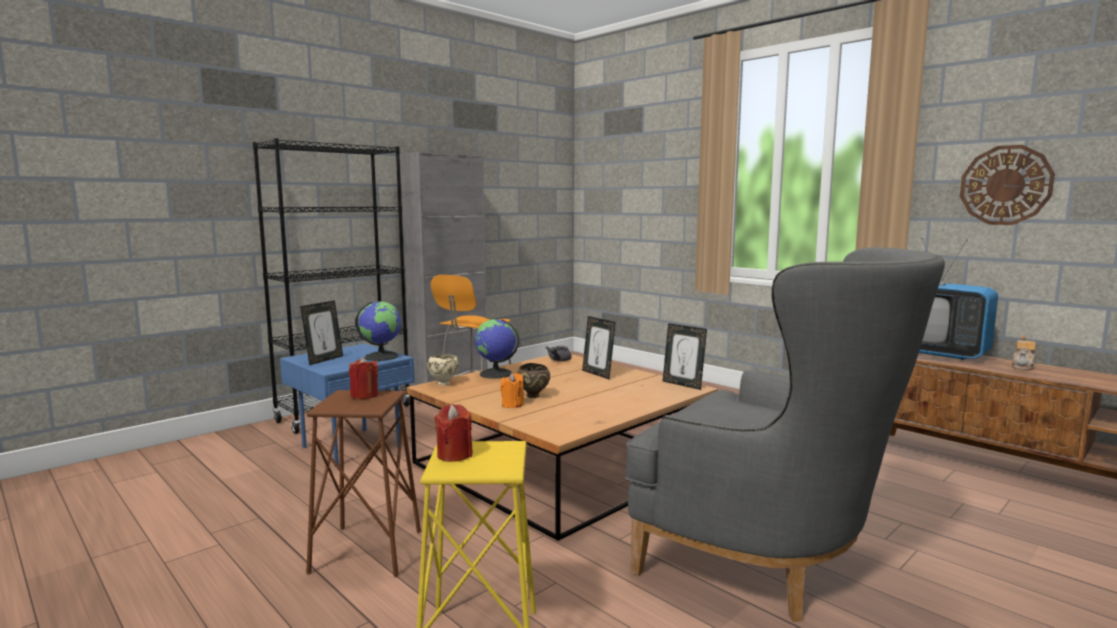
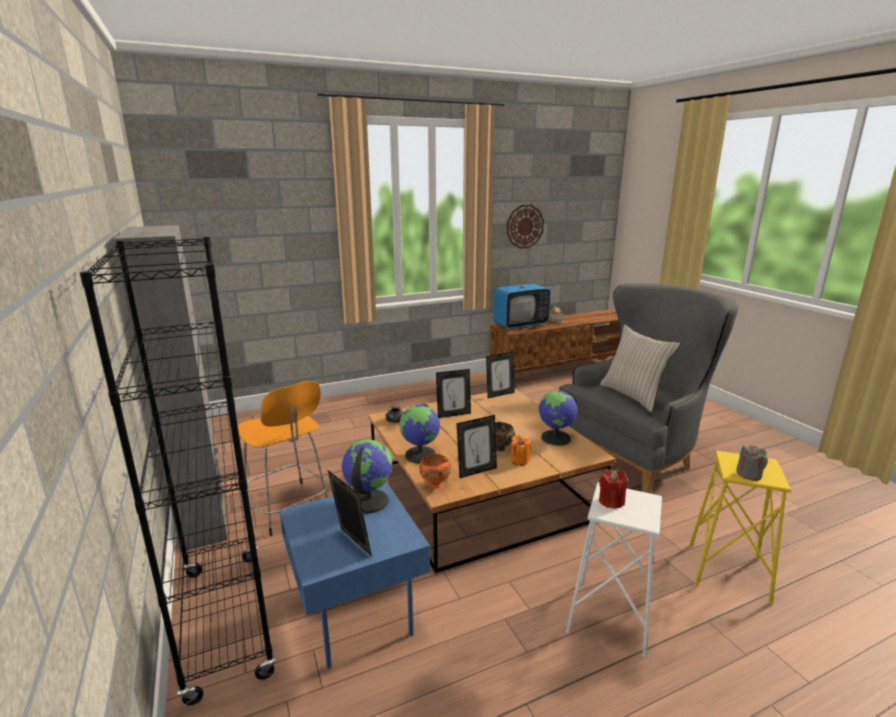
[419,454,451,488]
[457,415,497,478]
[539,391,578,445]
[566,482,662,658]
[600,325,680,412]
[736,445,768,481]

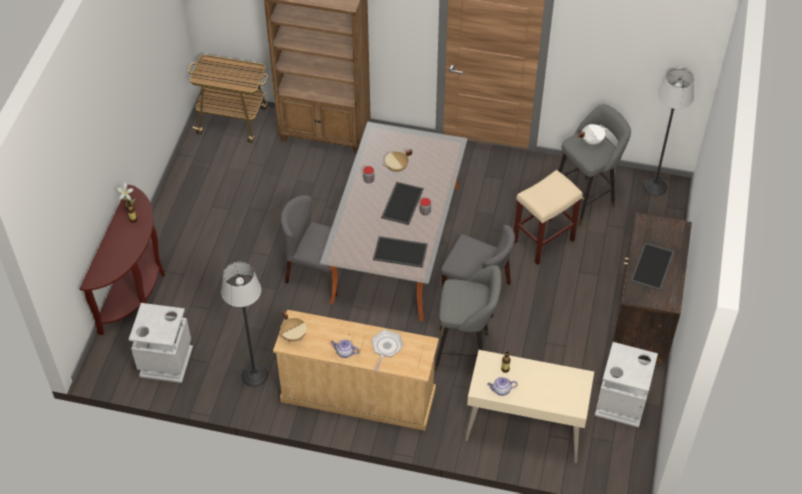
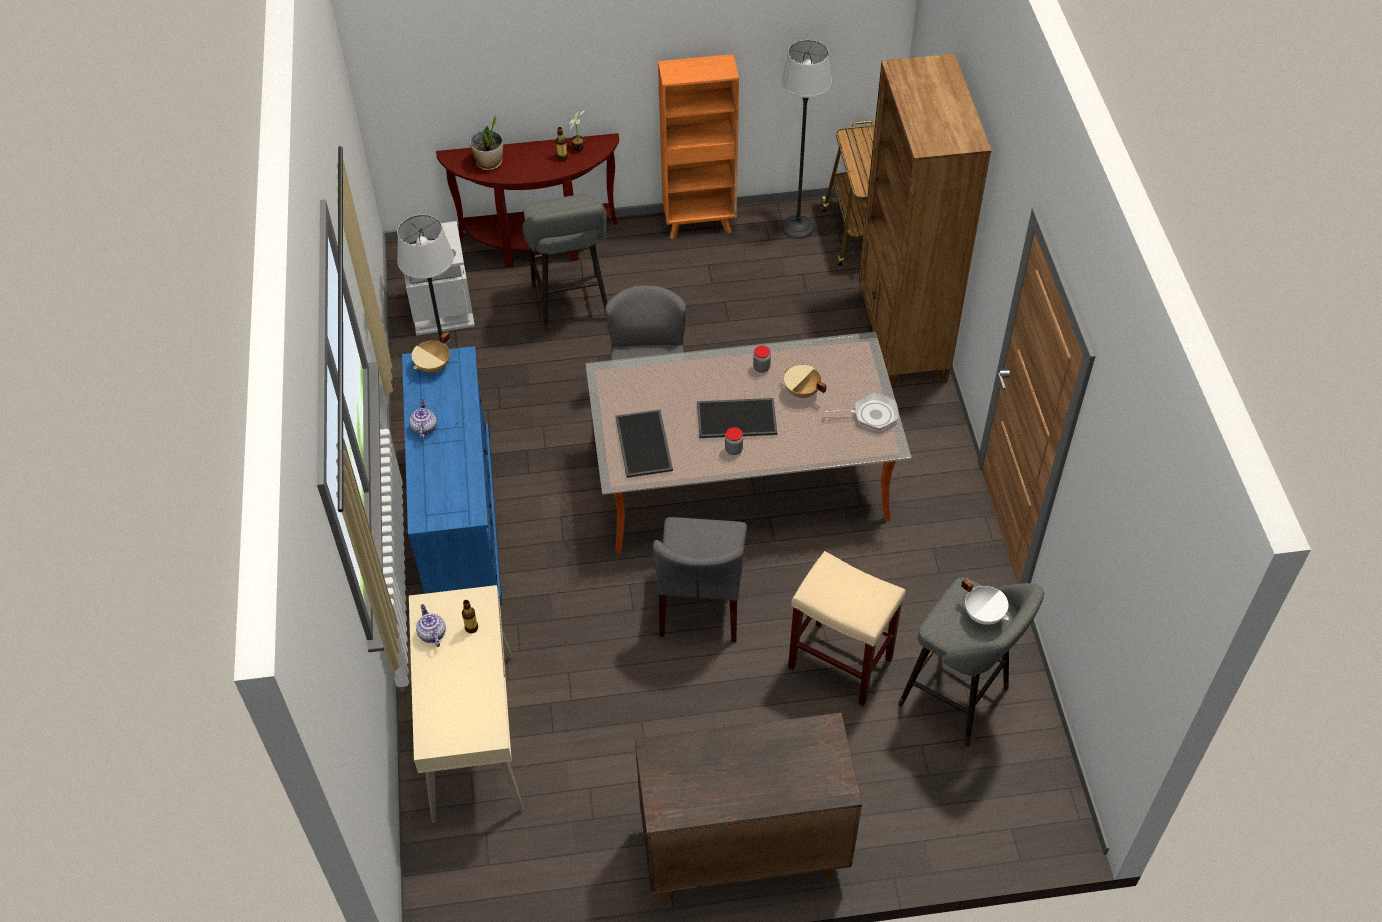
[402,346,502,605]
[470,114,503,170]
[523,194,607,332]
[658,54,739,239]
[781,40,832,239]
[824,392,899,430]
[595,342,658,428] (first image)
[631,243,674,291] (first image)

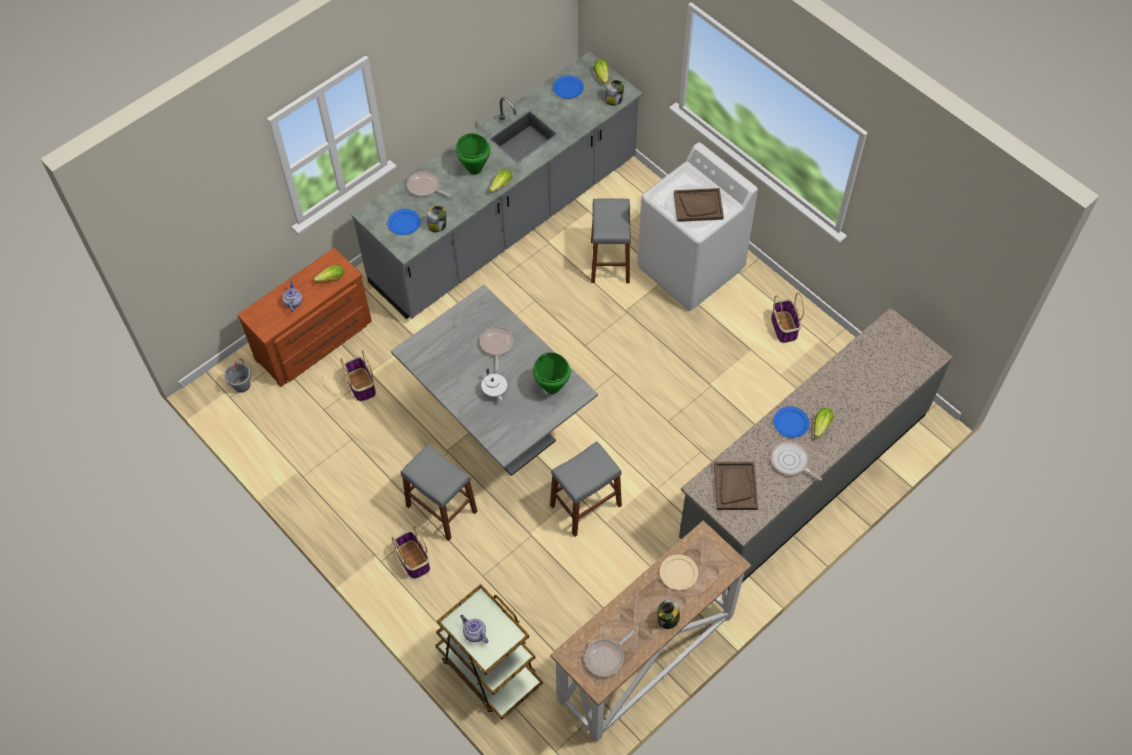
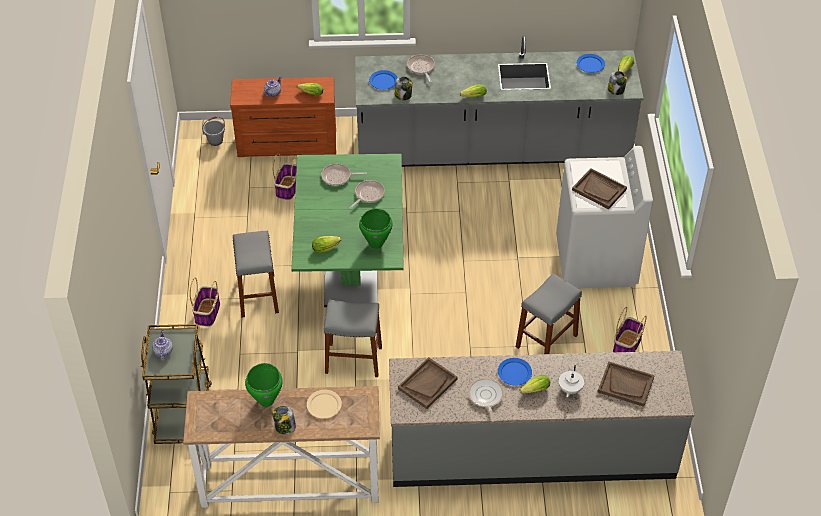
[245,363,283,407]
[291,154,404,307]
[312,236,341,253]
[321,164,367,186]
[516,273,582,354]
[559,365,584,397]
[598,361,655,407]

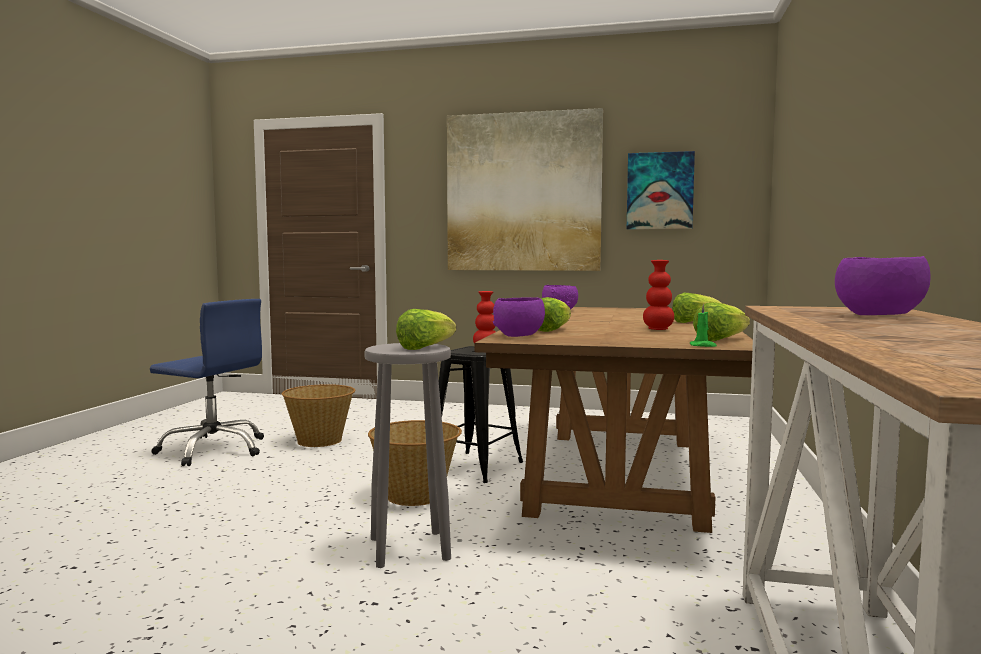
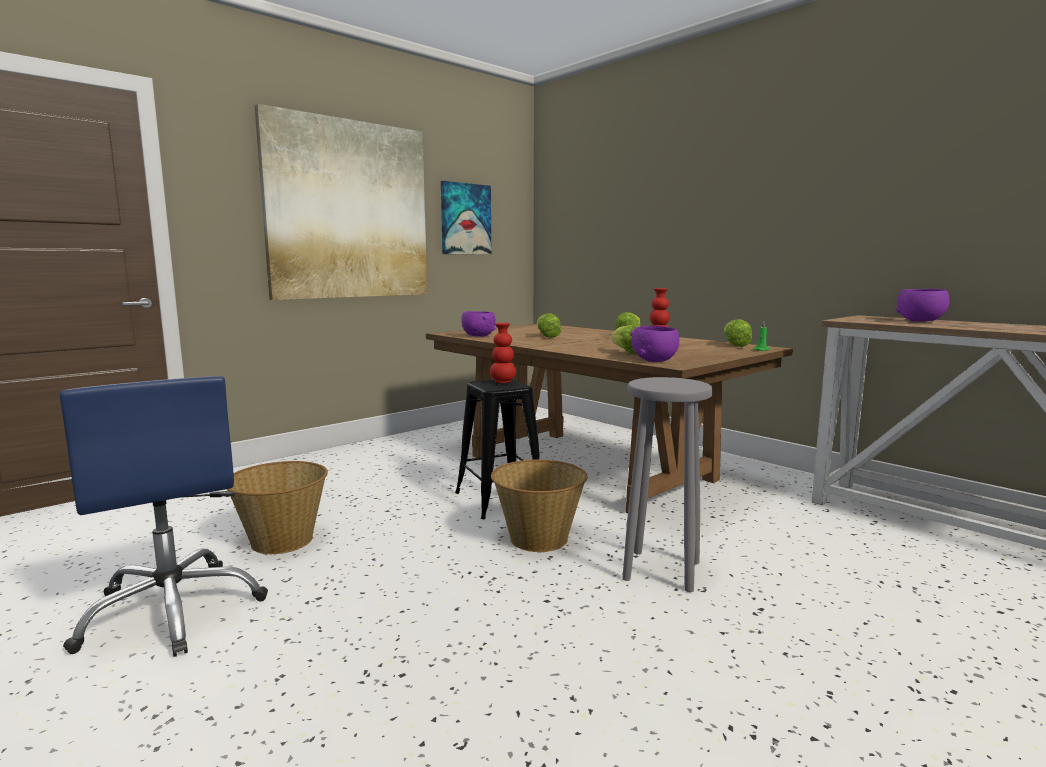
[60,376,268,657]
[537,313,561,338]

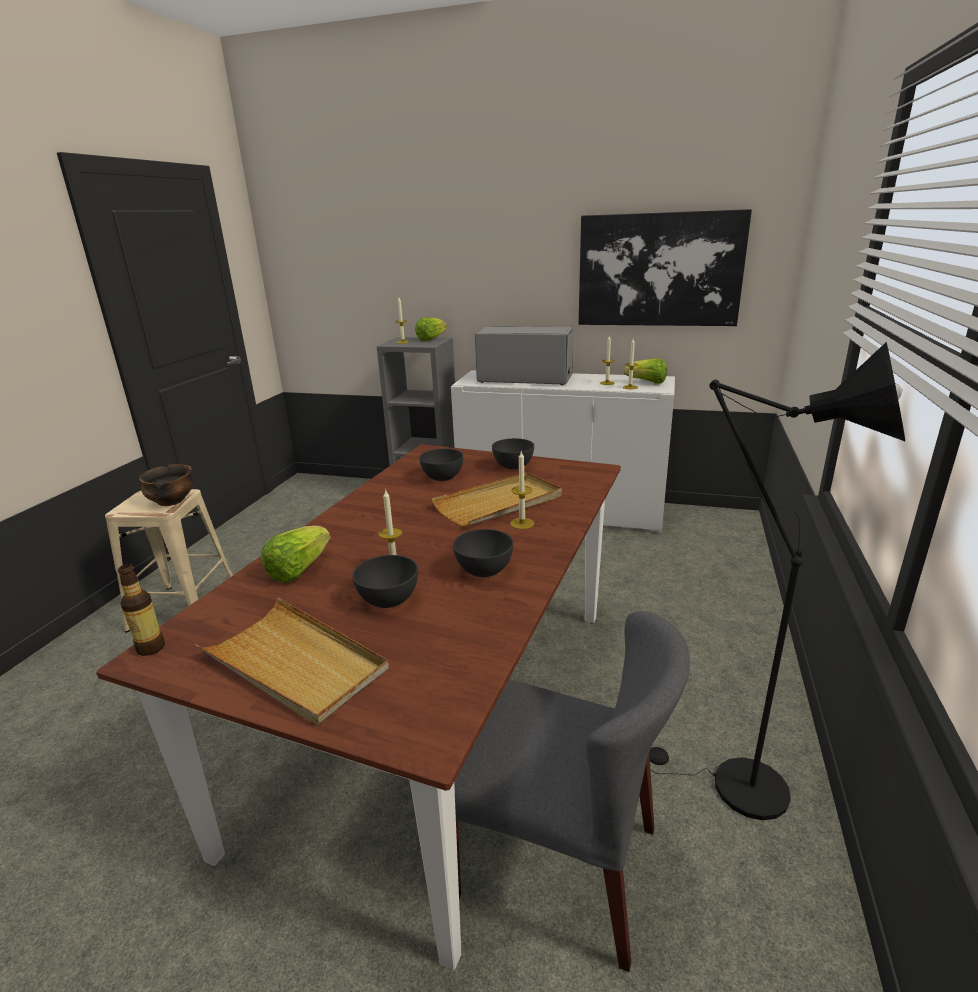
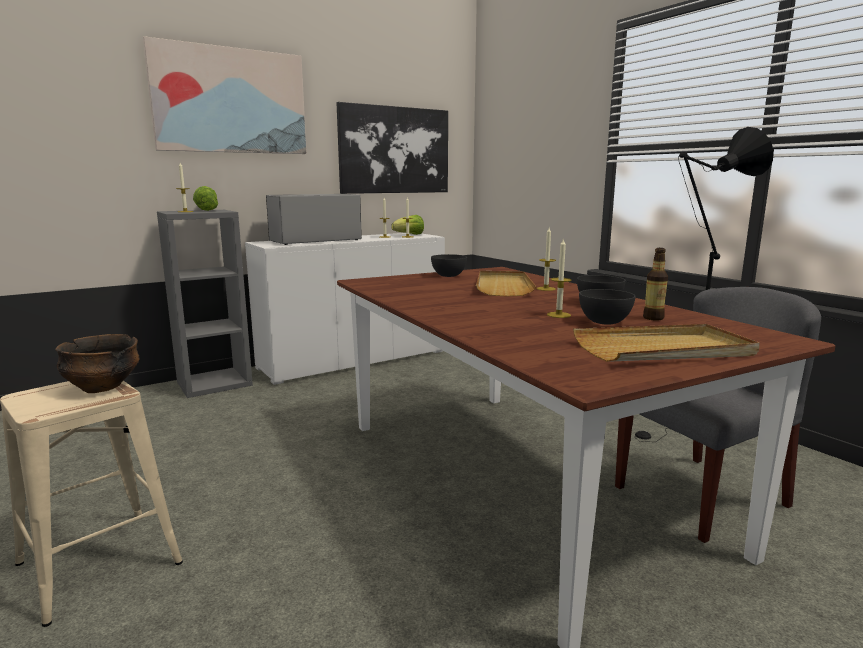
[143,36,307,154]
[643,248,668,321]
[261,526,330,583] (first image)
[419,449,463,481] (first image)

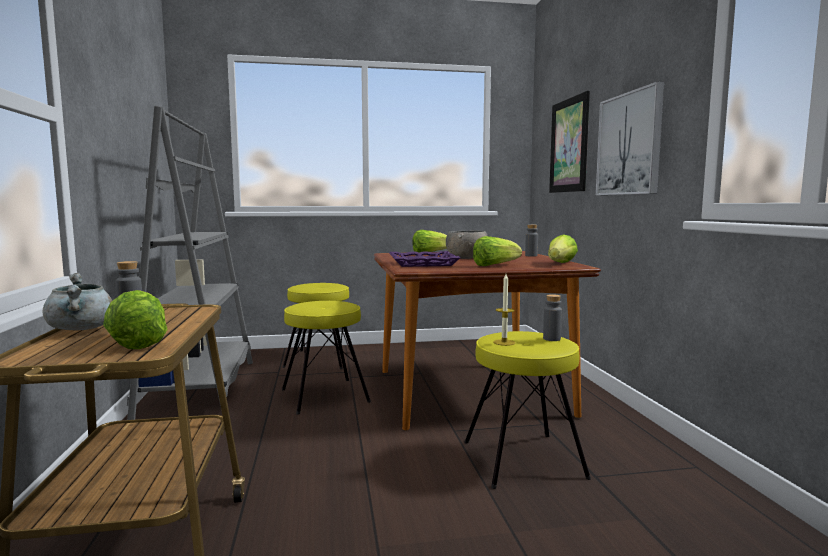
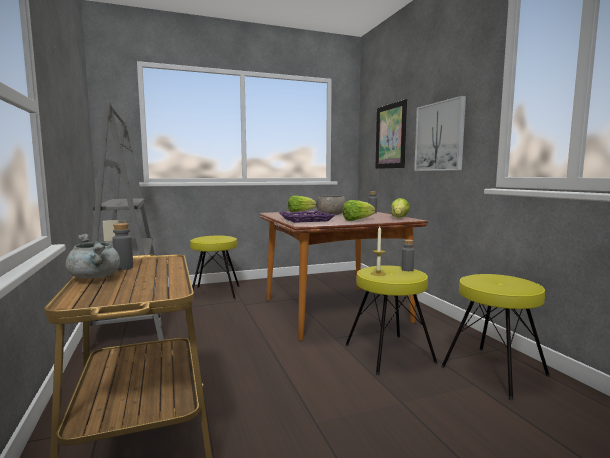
[441,274,550,400]
[103,290,168,349] (first image)

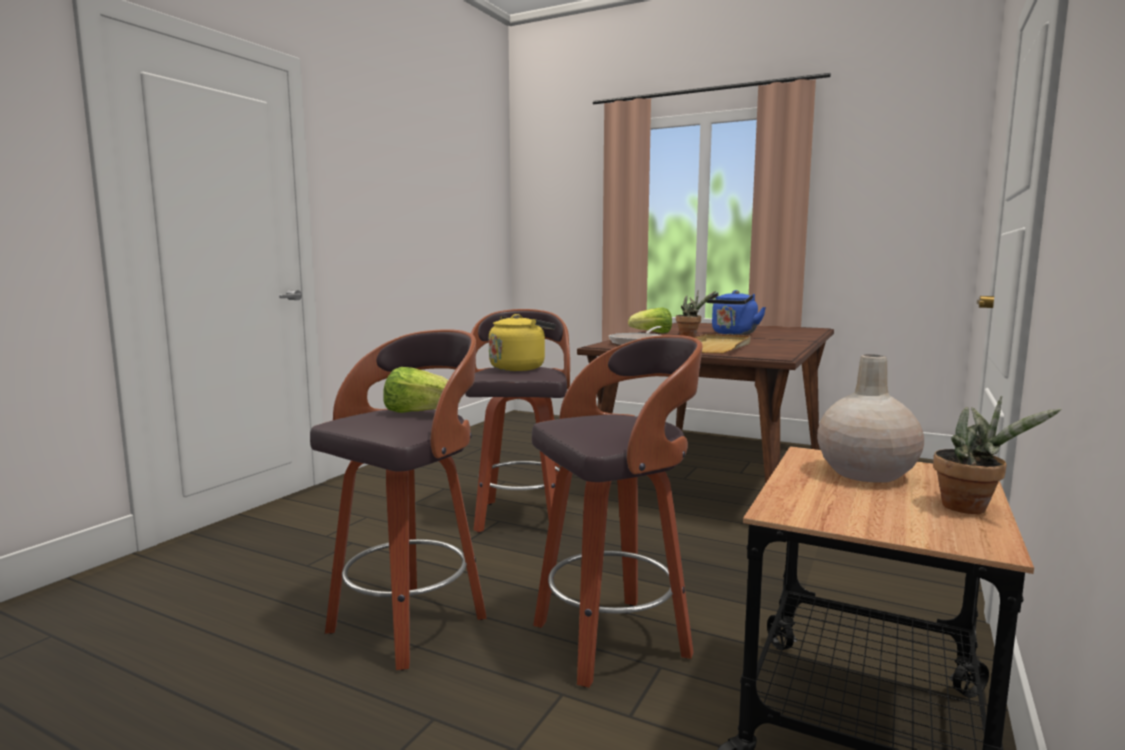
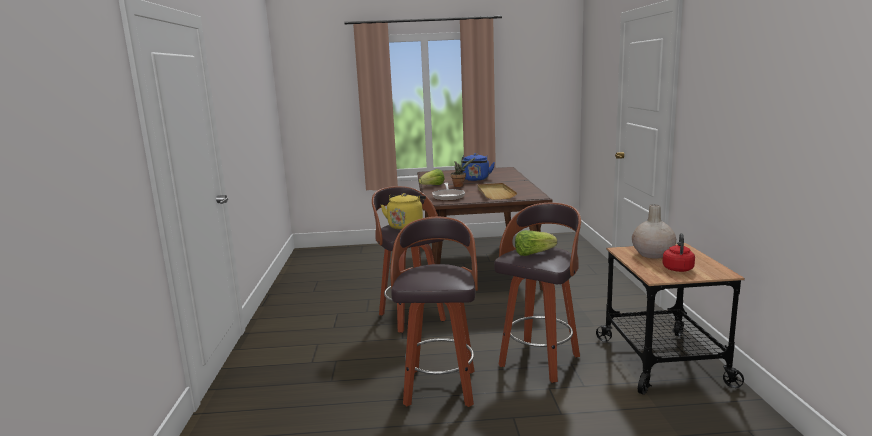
[515,230,557,256]
[663,233,695,272]
[933,396,1062,514] (first image)

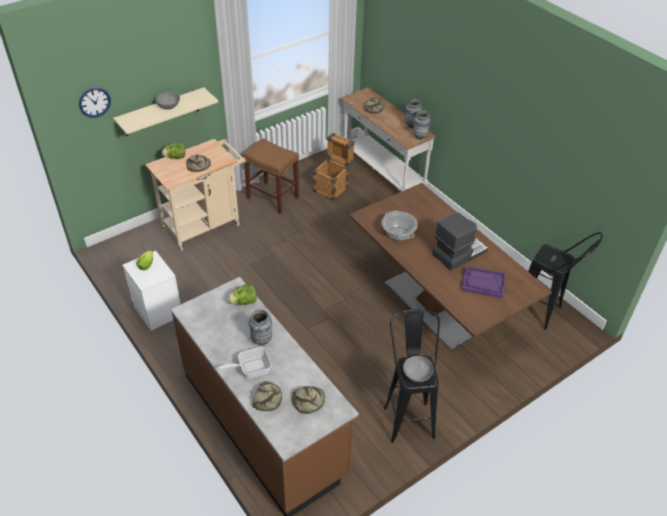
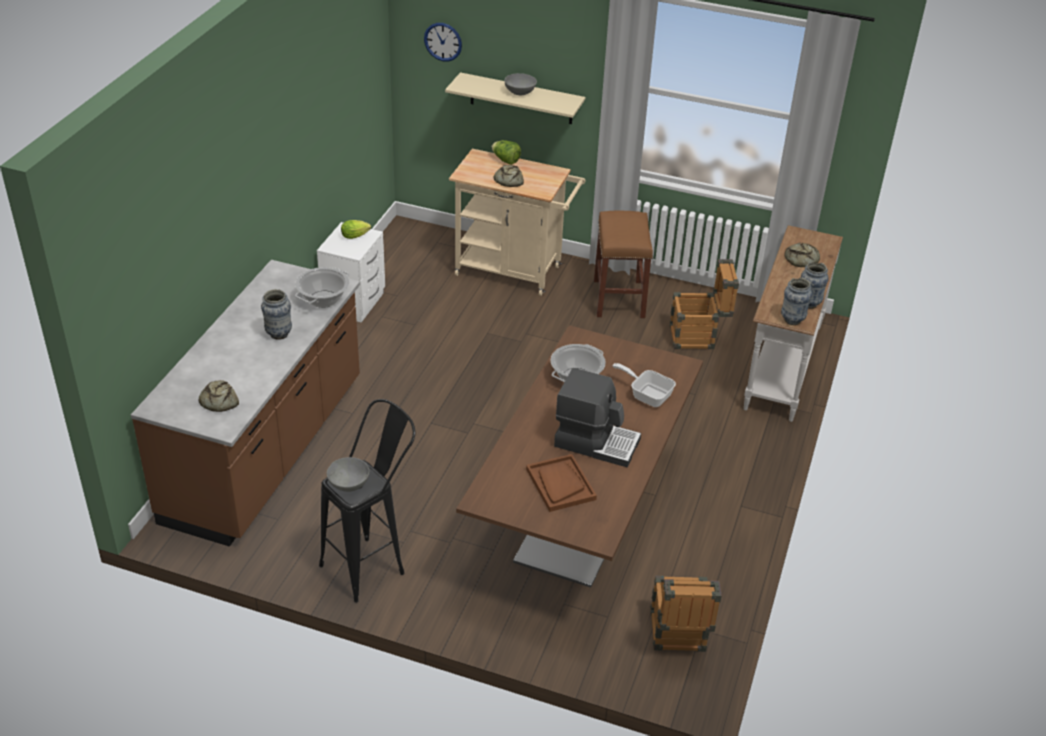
[295,267,349,308]
[526,454,597,512]
[612,363,676,407]
[650,575,721,652]
[253,381,282,411] (first image)

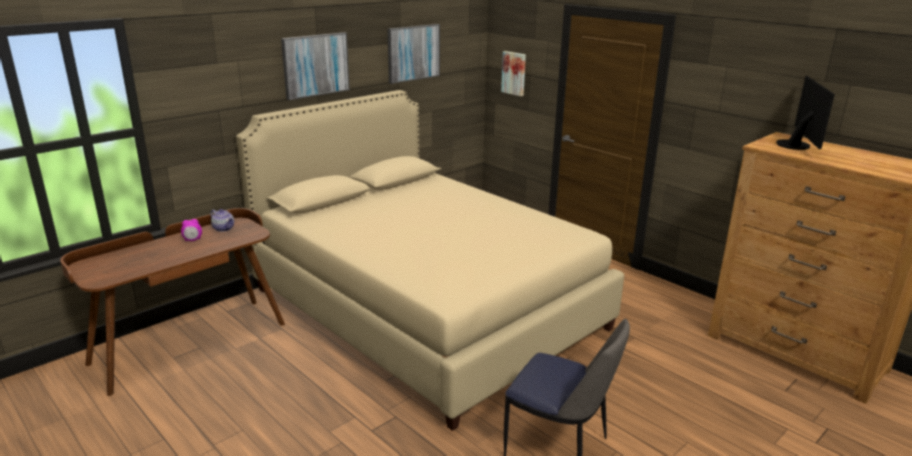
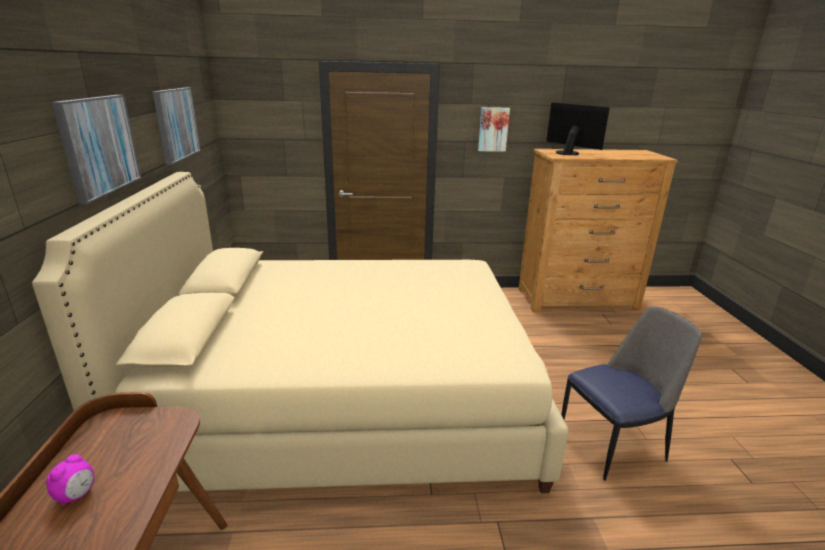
[478,107,510,152]
[210,209,234,232] (first image)

